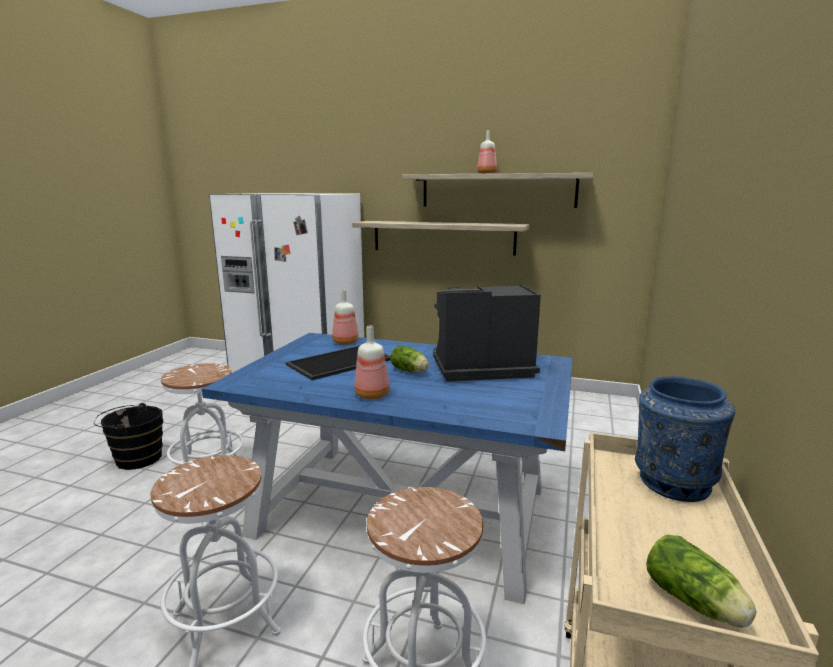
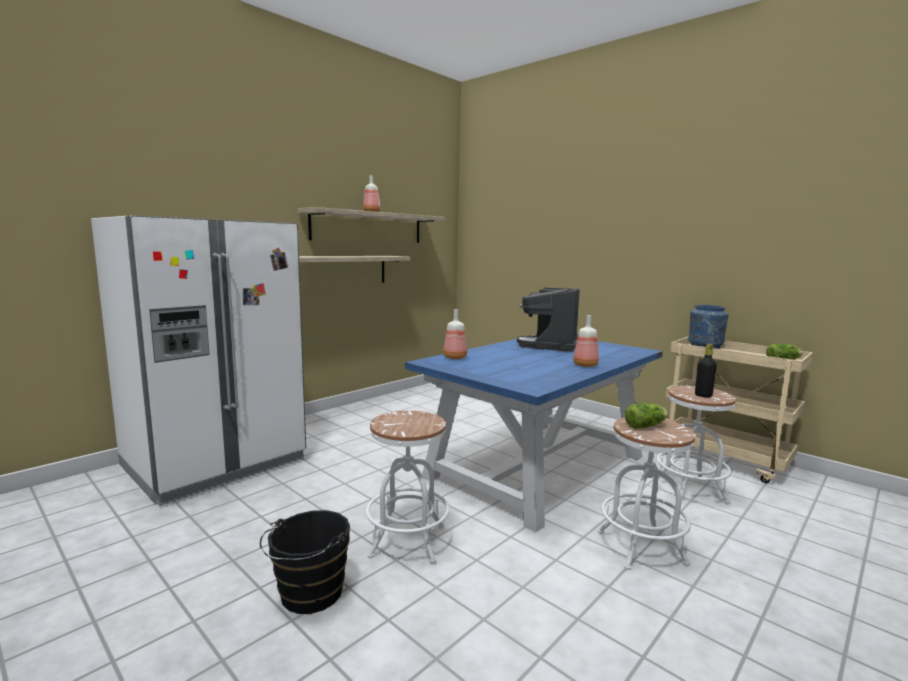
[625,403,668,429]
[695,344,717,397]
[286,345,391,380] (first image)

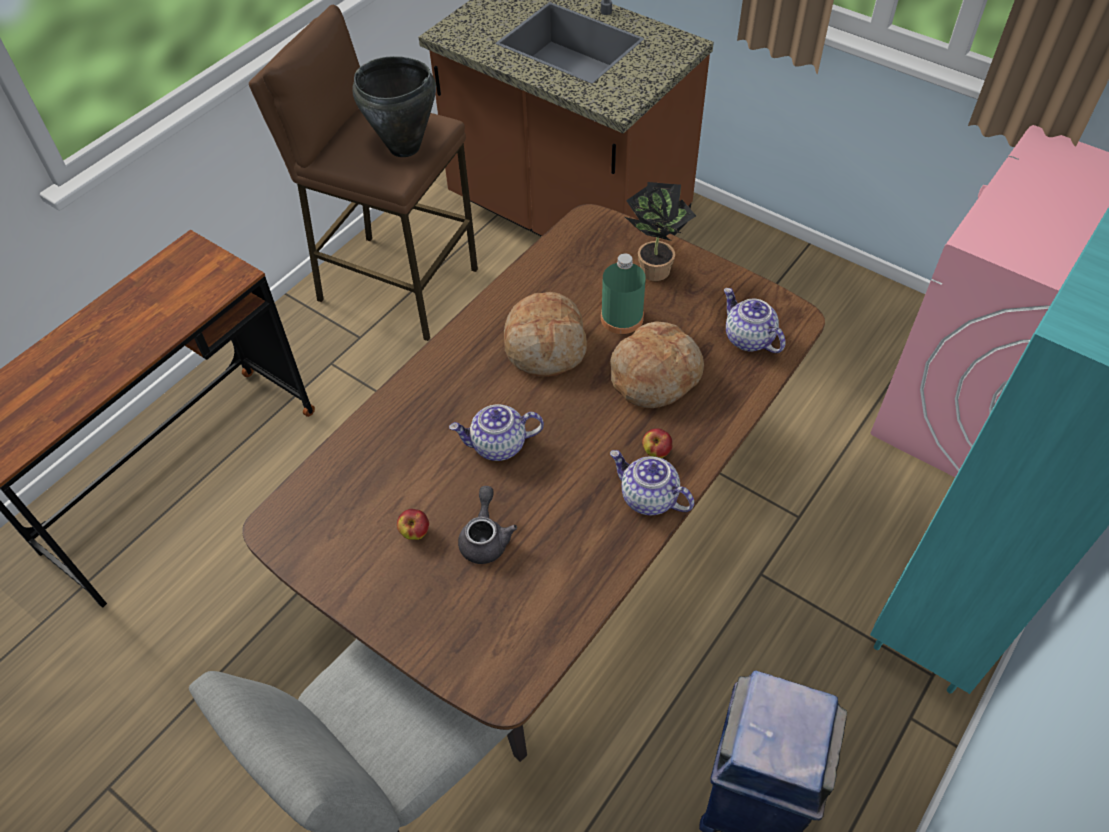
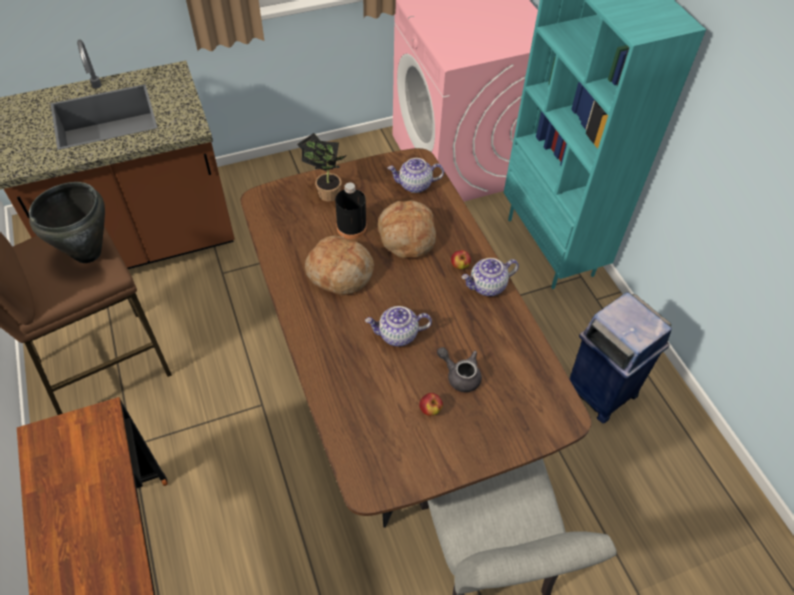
[335,183,367,239]
[365,306,432,347]

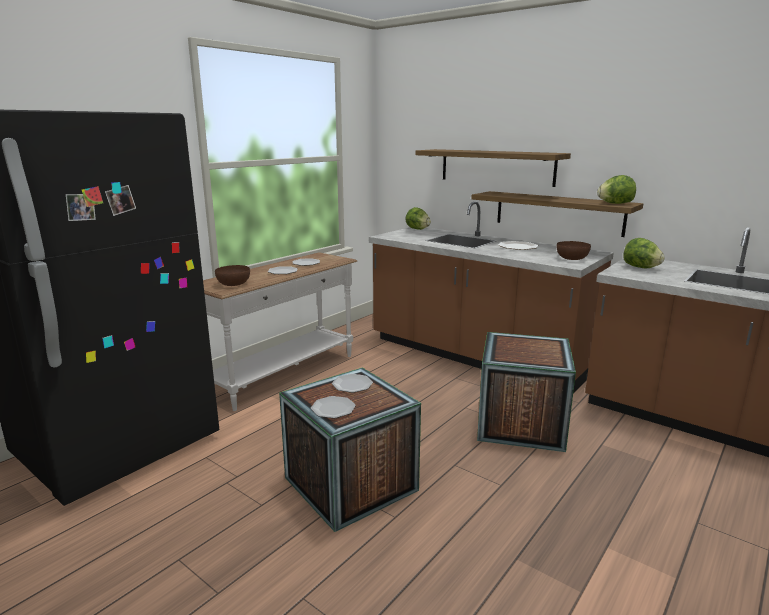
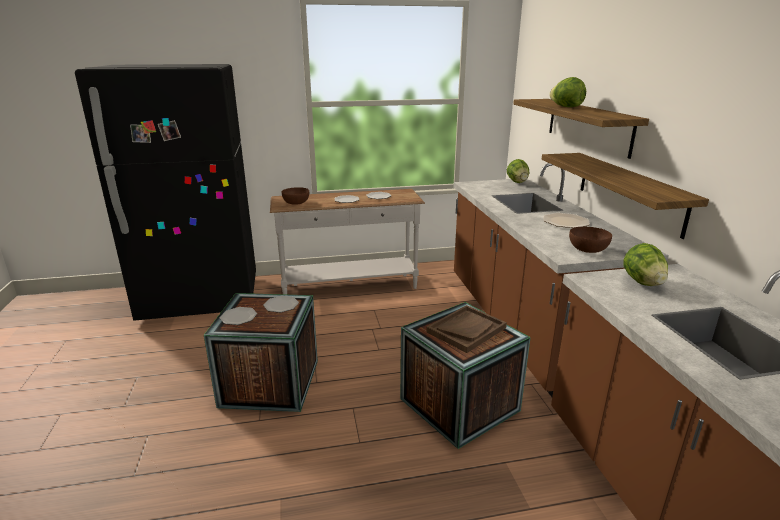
[426,305,507,353]
[549,77,586,107]

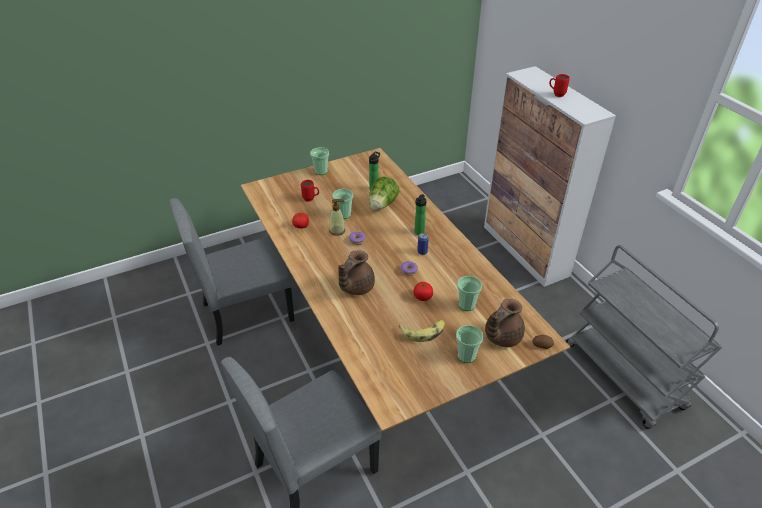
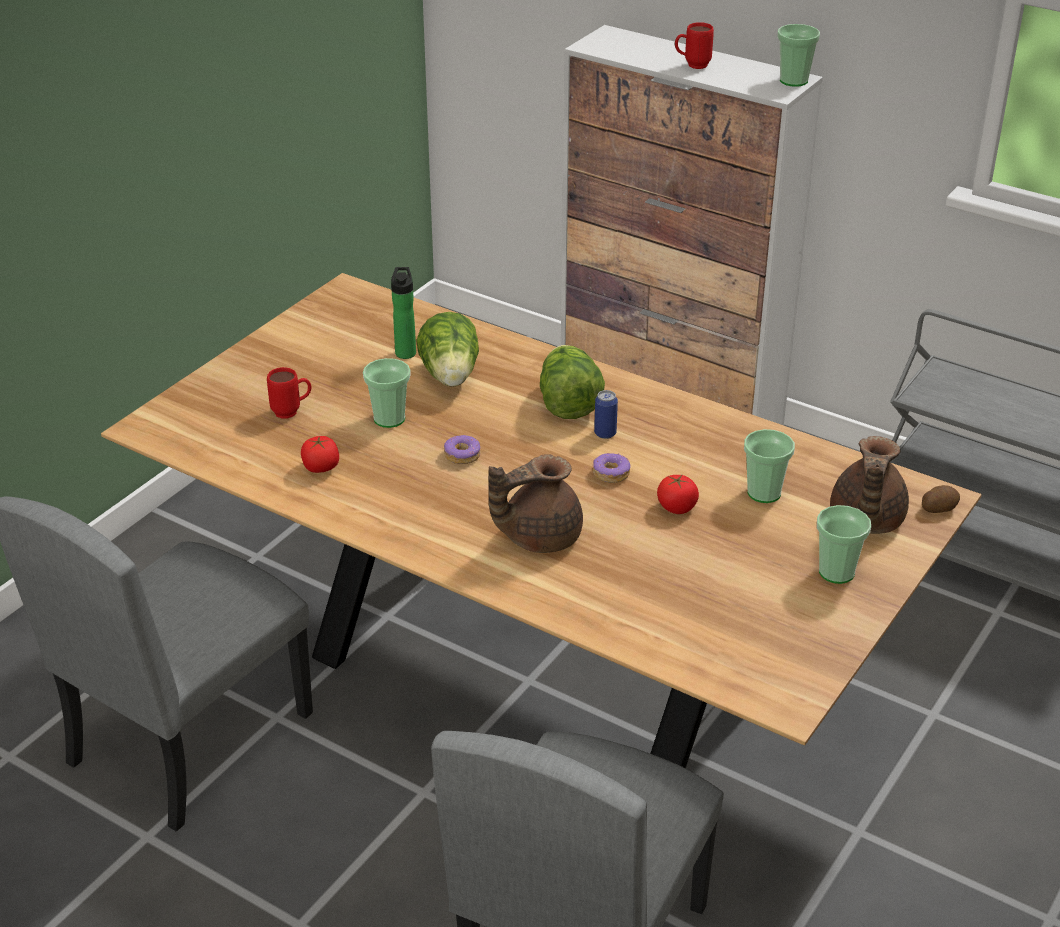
[489,454,583,553]
[540,345,605,419]
[777,24,820,87]
[329,199,345,236] (first image)
[399,320,445,342] (first image)

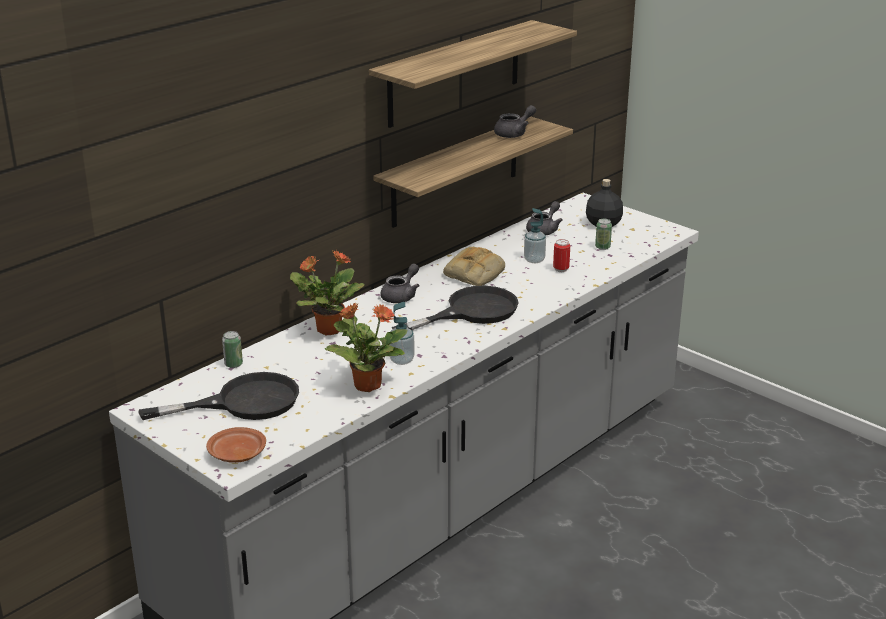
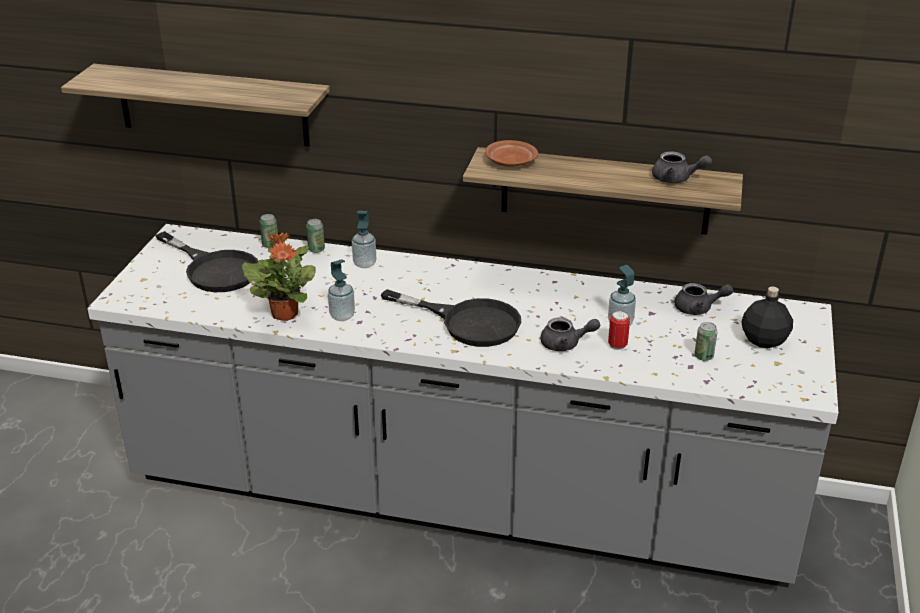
[61,64,330,147]
[306,219,325,253]
[352,211,376,268]
[485,140,538,167]
[540,317,600,351]
[443,247,505,286] (first image)

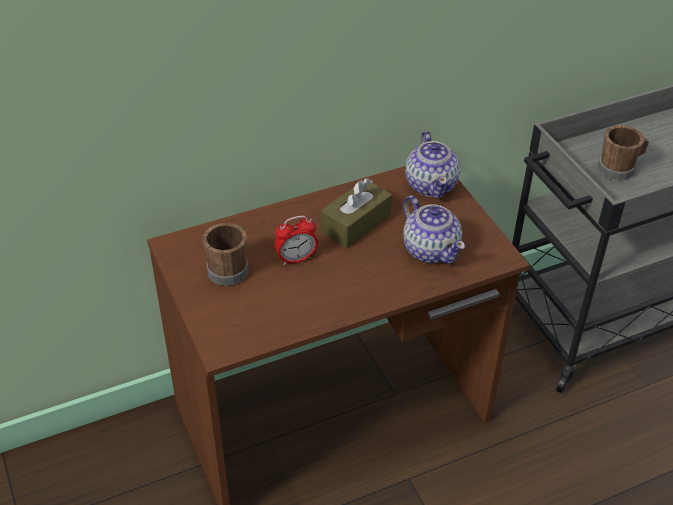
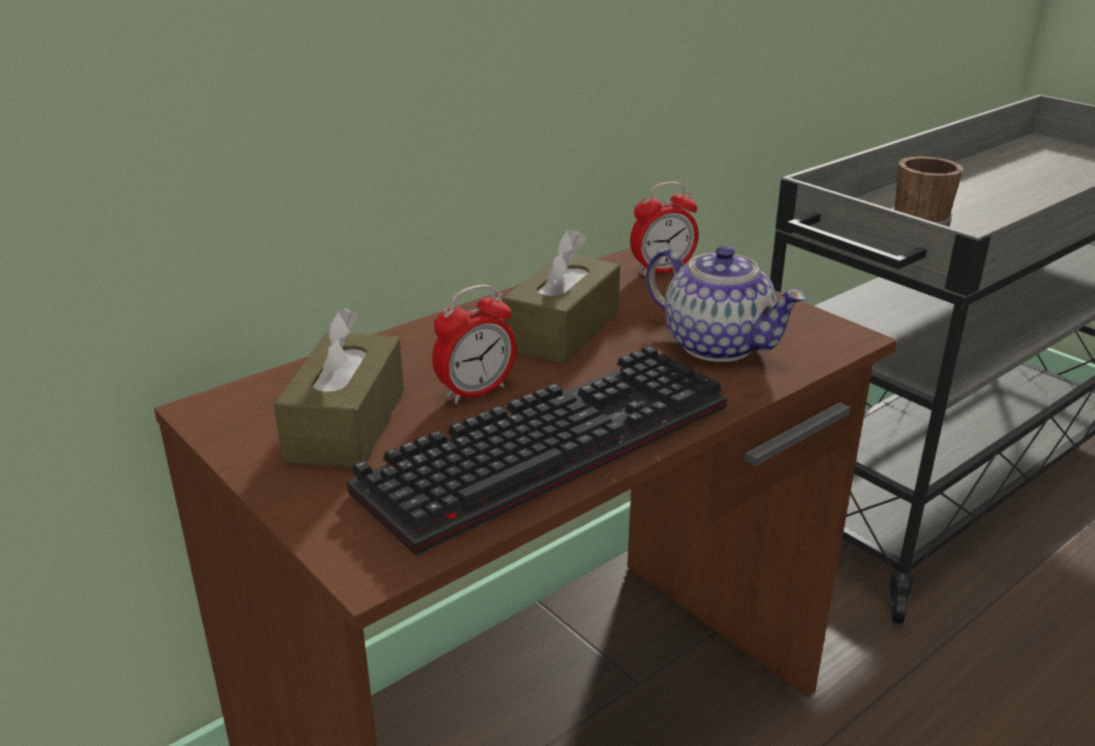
[274,307,404,468]
[347,345,727,555]
[630,182,699,276]

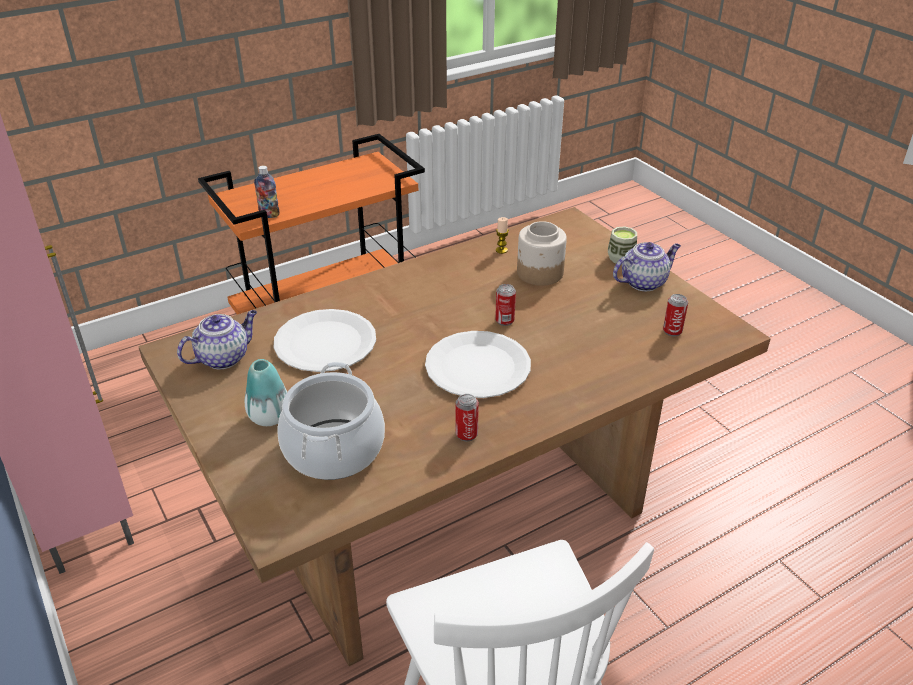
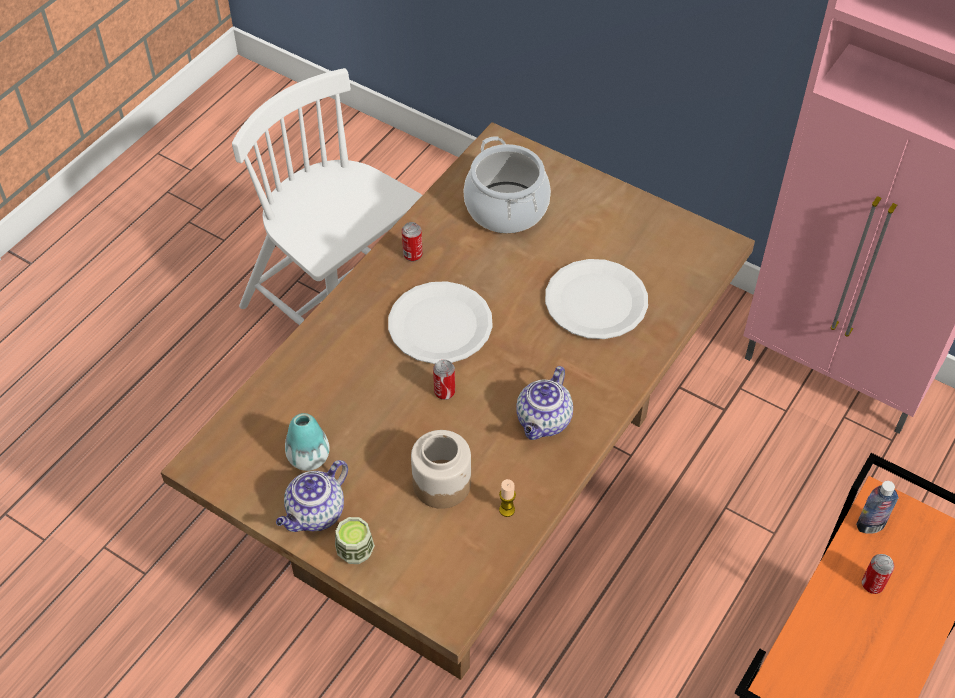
[285,413,329,471]
[516,366,573,440]
[862,554,895,594]

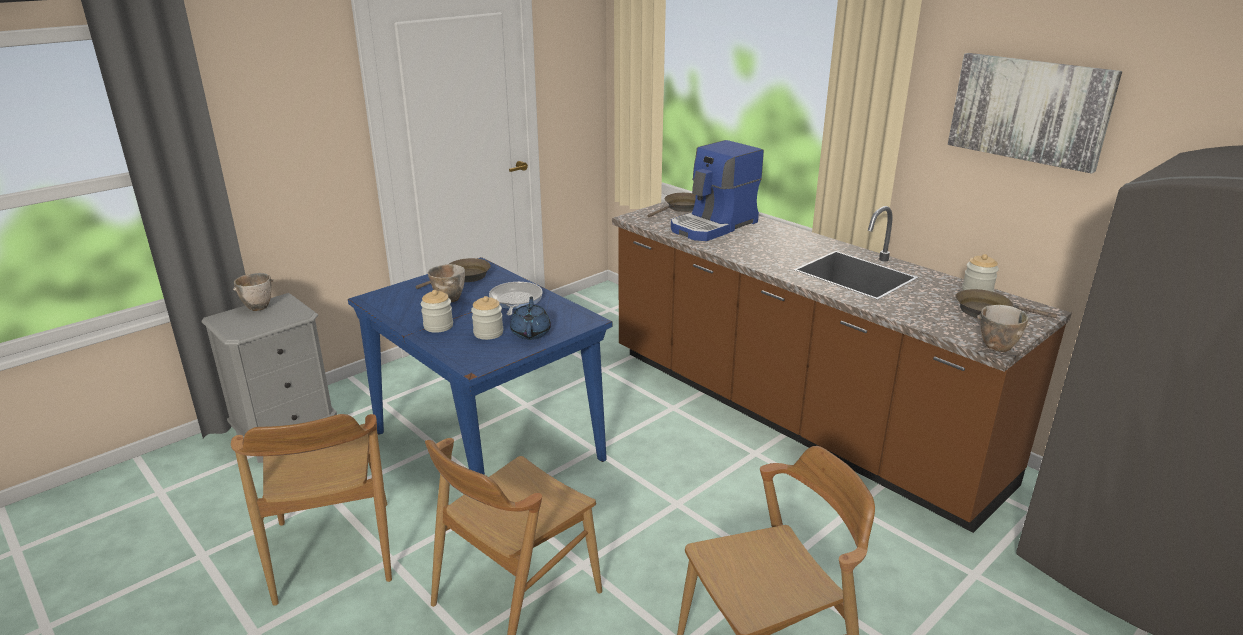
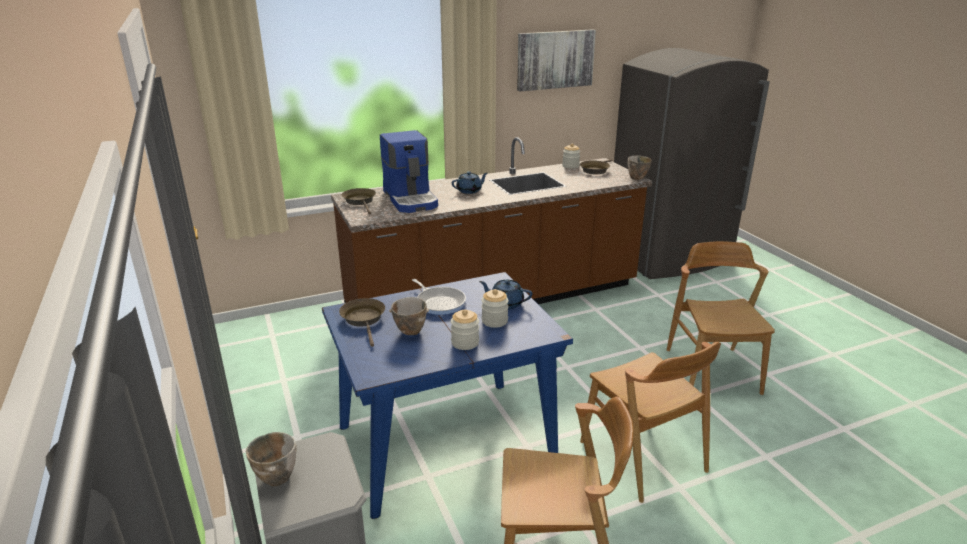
[412,279,466,315]
[452,171,488,194]

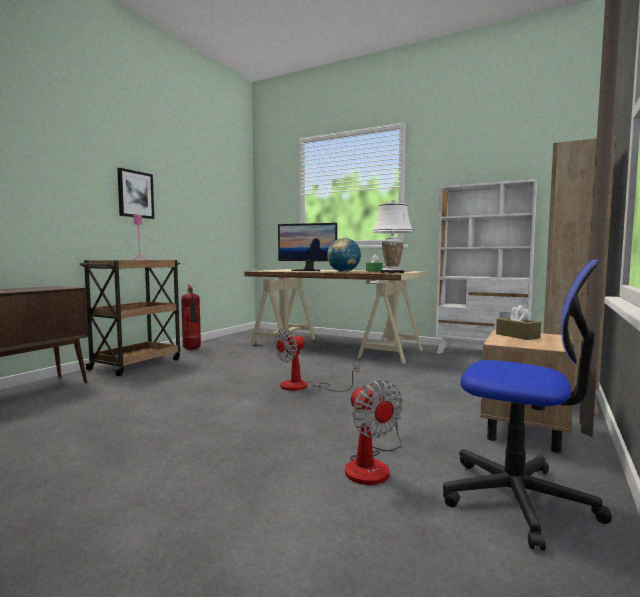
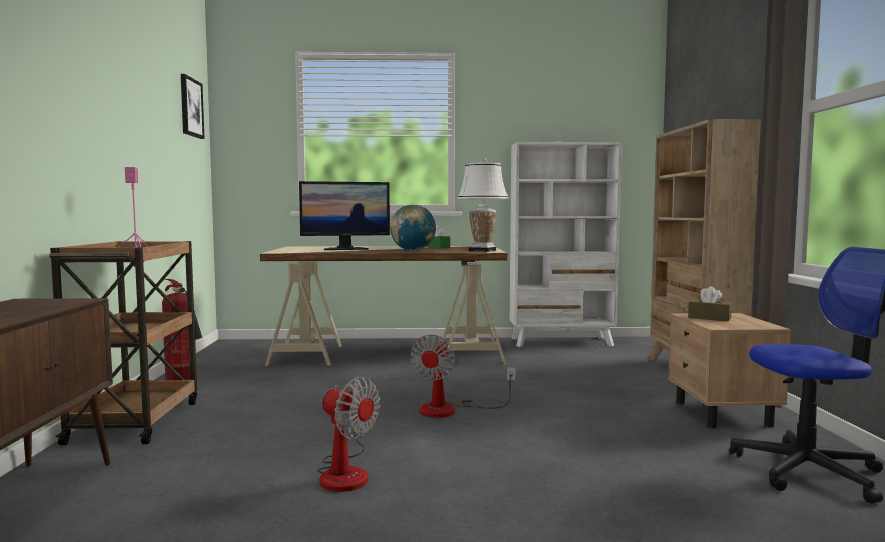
[181,74,205,139]
[317,377,380,492]

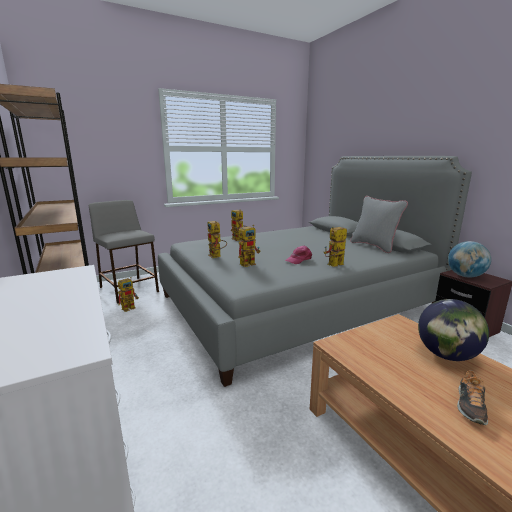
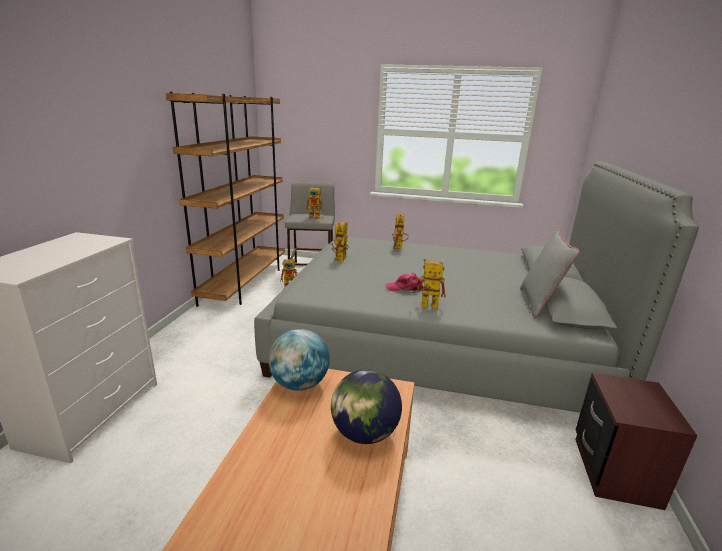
[269,329,330,391]
[305,187,326,219]
[457,370,488,425] (first image)

